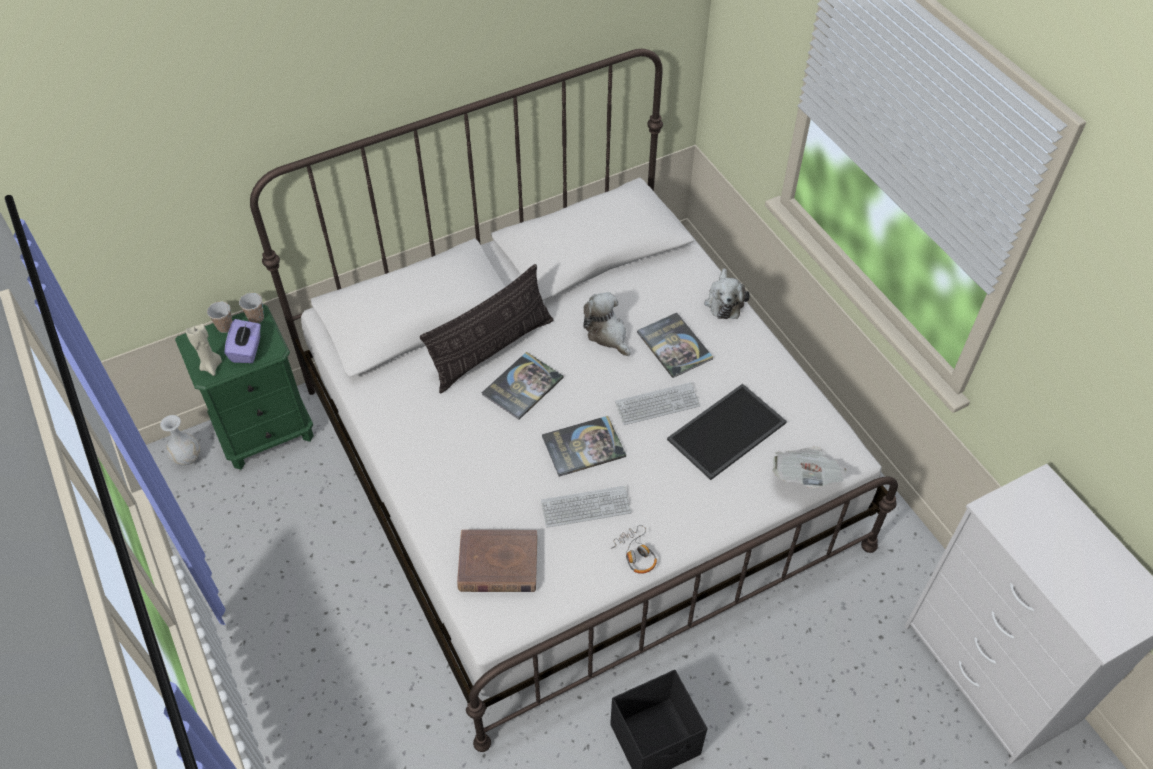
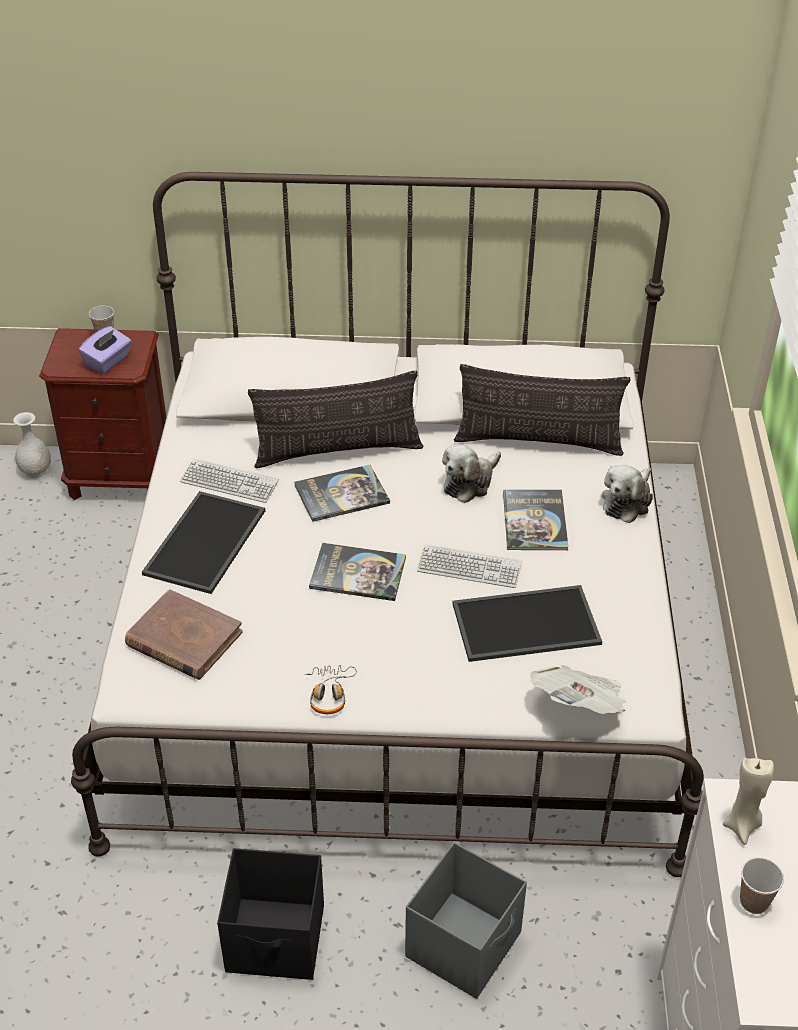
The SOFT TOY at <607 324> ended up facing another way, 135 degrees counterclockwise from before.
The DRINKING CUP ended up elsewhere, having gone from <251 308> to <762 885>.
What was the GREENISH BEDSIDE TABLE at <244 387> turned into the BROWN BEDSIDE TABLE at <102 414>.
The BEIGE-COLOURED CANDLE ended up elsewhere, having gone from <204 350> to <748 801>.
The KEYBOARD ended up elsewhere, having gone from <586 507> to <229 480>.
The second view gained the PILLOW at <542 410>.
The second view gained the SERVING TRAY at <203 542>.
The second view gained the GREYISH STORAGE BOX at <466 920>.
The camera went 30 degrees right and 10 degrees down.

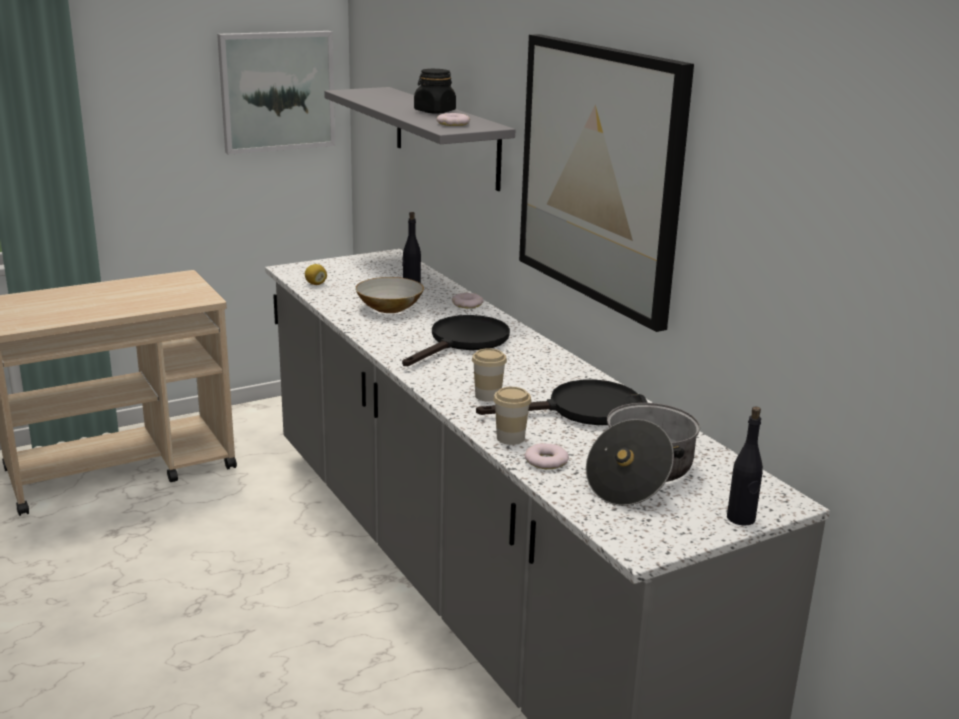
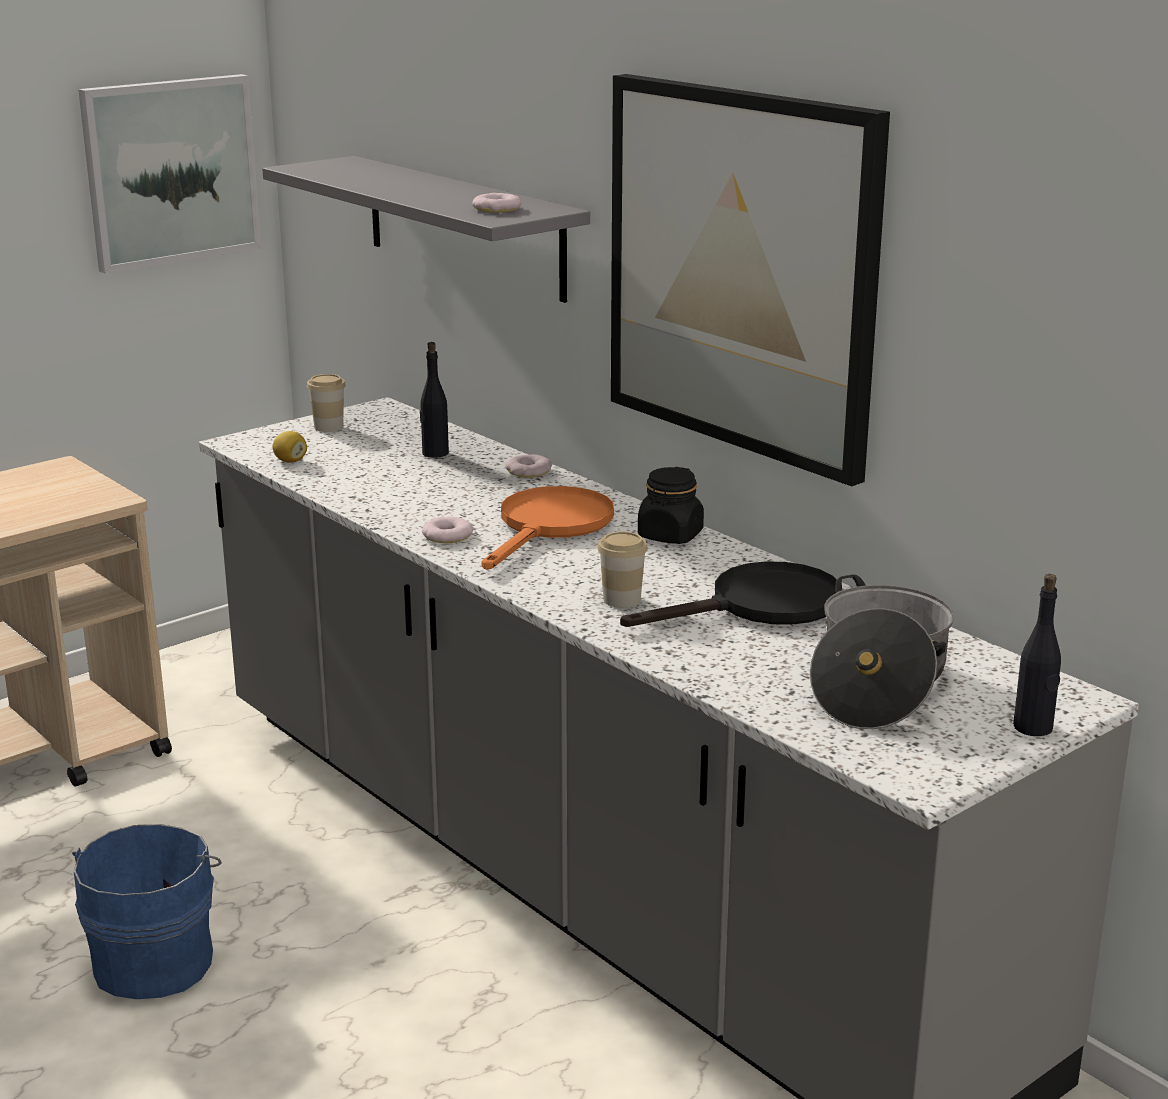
The BLACKISH JAR ended up elsewhere, having gone from <435 91> to <671 505>.
The second view lost the BOWL at <389 295>.
What was the BLACKISH SKILLET at <456 340> turned into the ORANGE-COLOURED SKILLET at <547 527>.
The DRINKING CUP ended up elsewhere, having gone from <512 416> to <326 403>.
The DONUT ended up elsewhere, having gone from <547 456> to <447 530>.
The second view gained the BLUISH PAIL at <147 911>.
The camera went 10 degrees left and 0 degrees up.

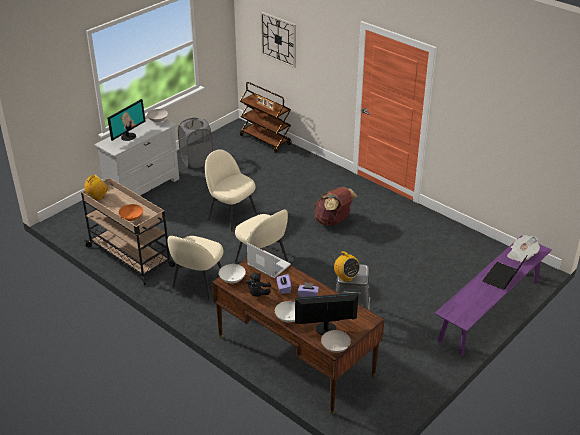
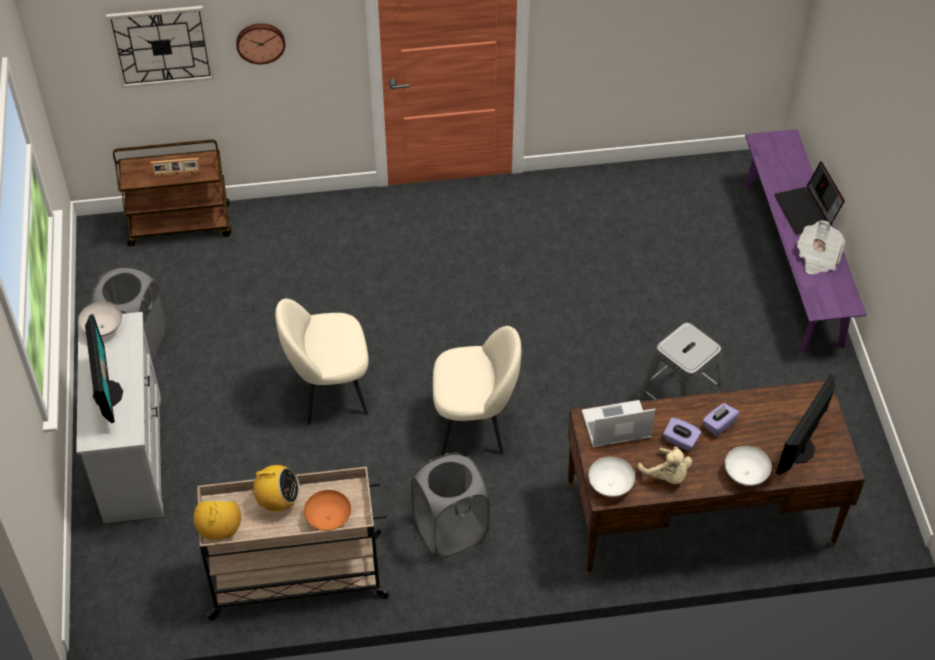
The second view lost the BROWN BACKPACK at <335 206>.
The PRINTED PAPER ended up elsewhere, having gone from <523 249> to <821 247>.
Where the BEIGE-COLOURED UPRIGHT CHAIR stood at <195 268>, the GREYISH LAUNDRY BASKET came to stand at <450 505>.
The RADIO ended up elsewhere, having gone from <346 266> to <274 488>.
What was the BLACKISH SOFT TOY at <258 285> turned into the BEIGE-COLOURED SOFT TOY at <665 465>.
The second view lost the WHITE BOWL at <336 341>.
The second view gained the WALL CLOCK at <260 43>.
The camera went 50 degrees left and 15 degrees up.

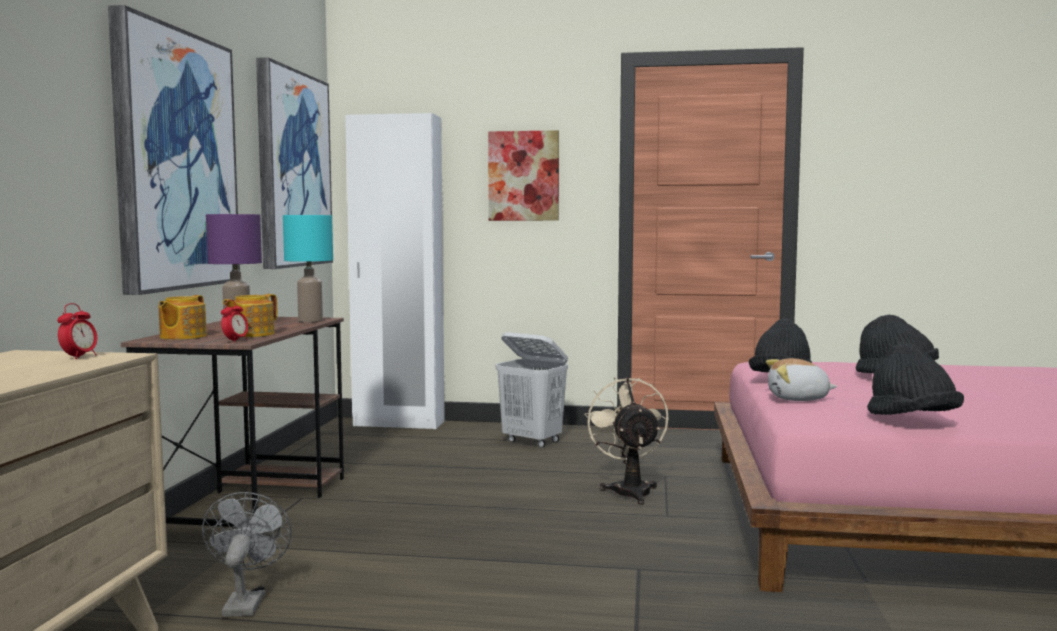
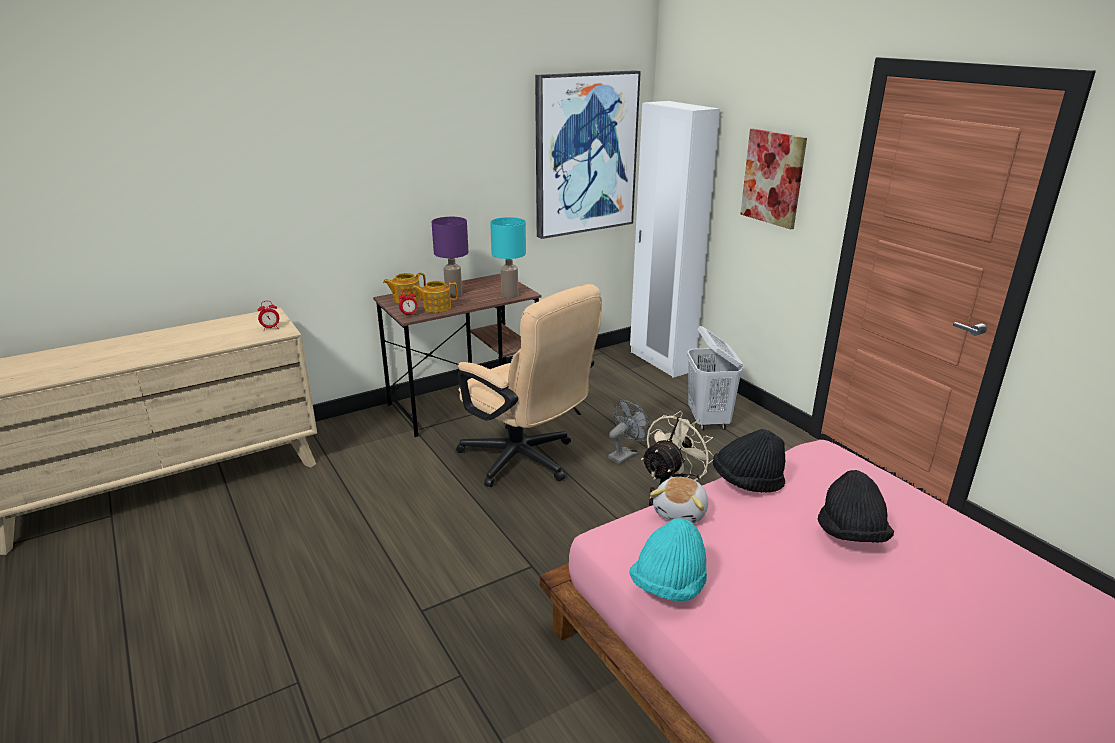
The second view lost the PICTURE at <174 150>.
What was the BLACKISH WEARABLE HAT at <915 379> turned into the TURQUOISE-COLOURED WEARABLE HAT at <668 559>.
The SOFT TOY at <801 379> ended up facing another way, 120 degrees counterclockwise from before.
The GREYISH COOLING FAN ended up elsewhere, having gone from <247 554> to <629 432>.
The second view gained the BEIGE-COLOURED COMPUTER CHAIR at <529 385>.
The camera went 50 degrees right and 20 degrees up.

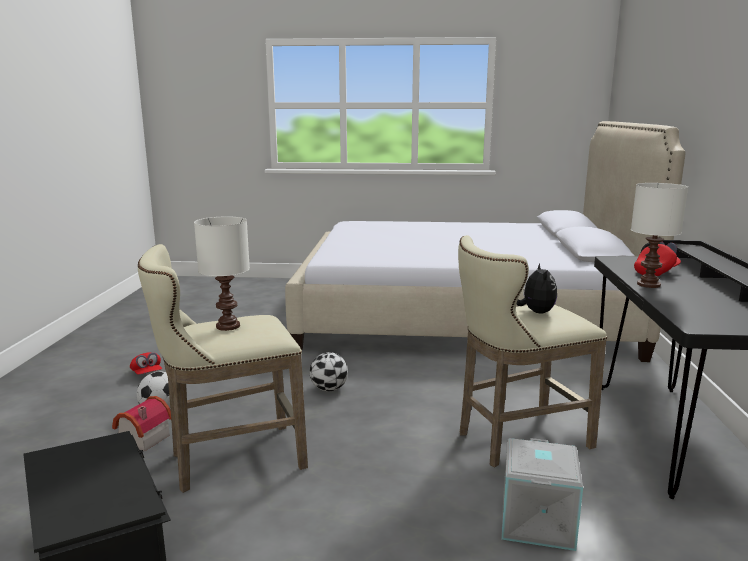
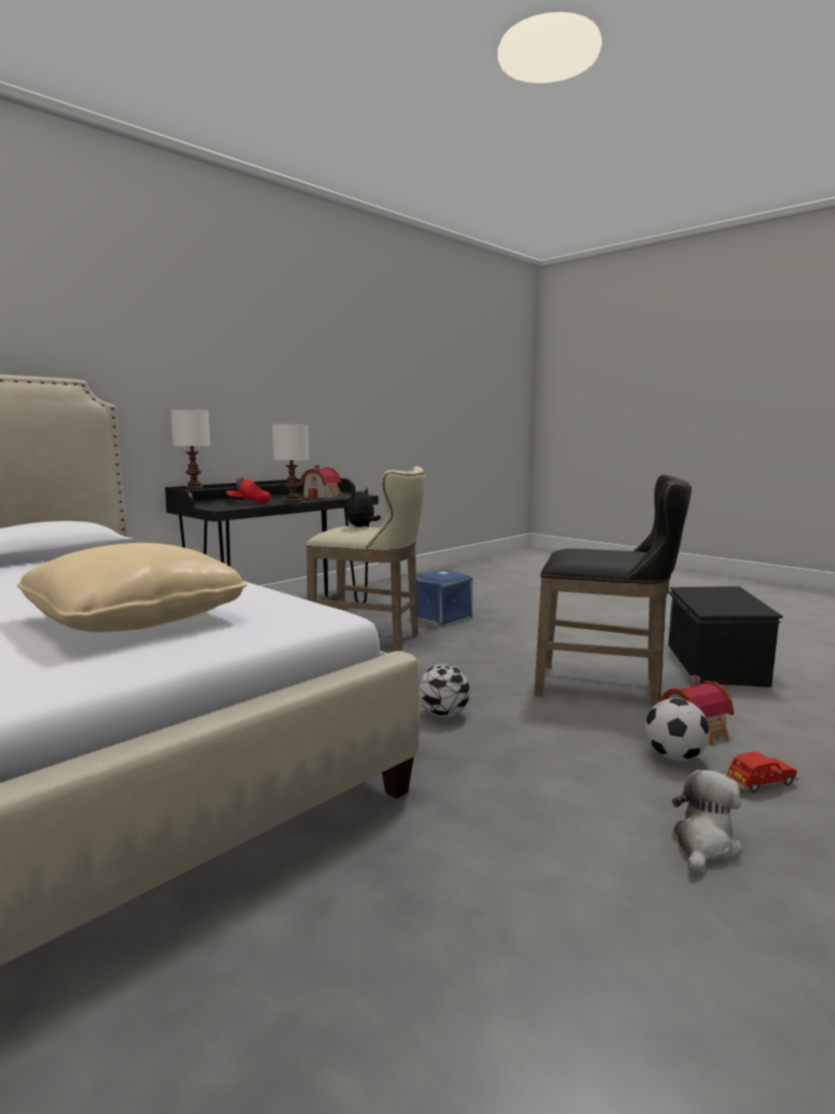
The WHITE TABLETOP LAMP ended up elsewhere, having gone from <222 273> to <190 449>.
What was the BEIGE-COLOURED STOOL SEAT at <223 368> turned into the BLACKISH STOOL SEAT at <613 590>.
Where the RED-COLOURED PEAKED CAP stood at <146 363>, the SOFT TOY came to stand at <707 822>.
What was the GREYISH STORAGE BOX at <542 494> turned into the BLUISH STORAGE BOX at <444 598>.
The second view gained the MINIATURE HOUSE at <321 482>.
The second view gained the BEIGE-COLOURED PILLOW at <132 587>.
The second view gained the RED-COLOURED MODEL CAR at <761 772>.
The camera went 140 degrees left and 5 degrees down.

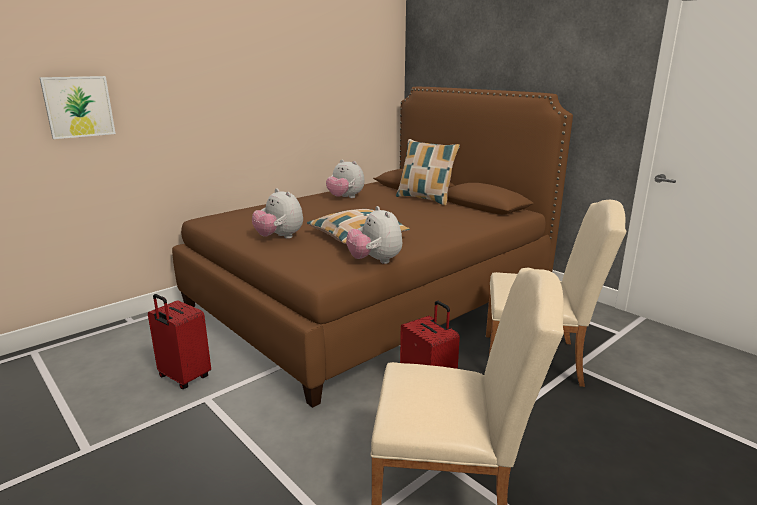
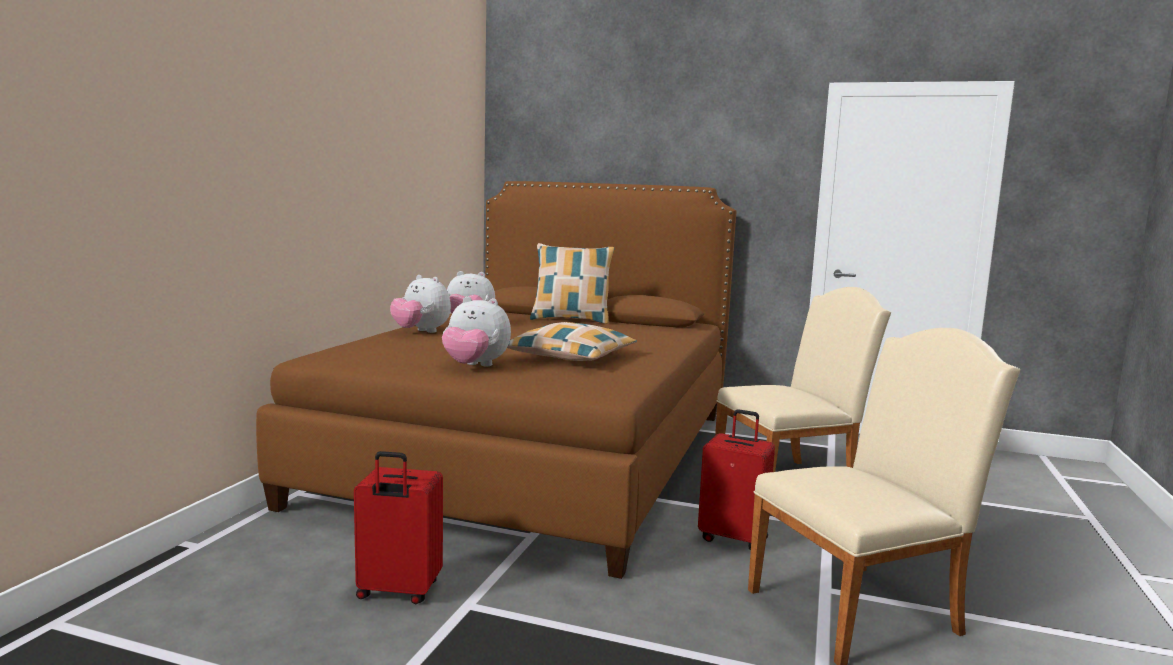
The second view lost the PICTURE at <77 107>.
The SOFT TOY ended up elsewhere, having gone from <374 235> to <420 304>.
The camera went 30 degrees left and 10 degrees down.

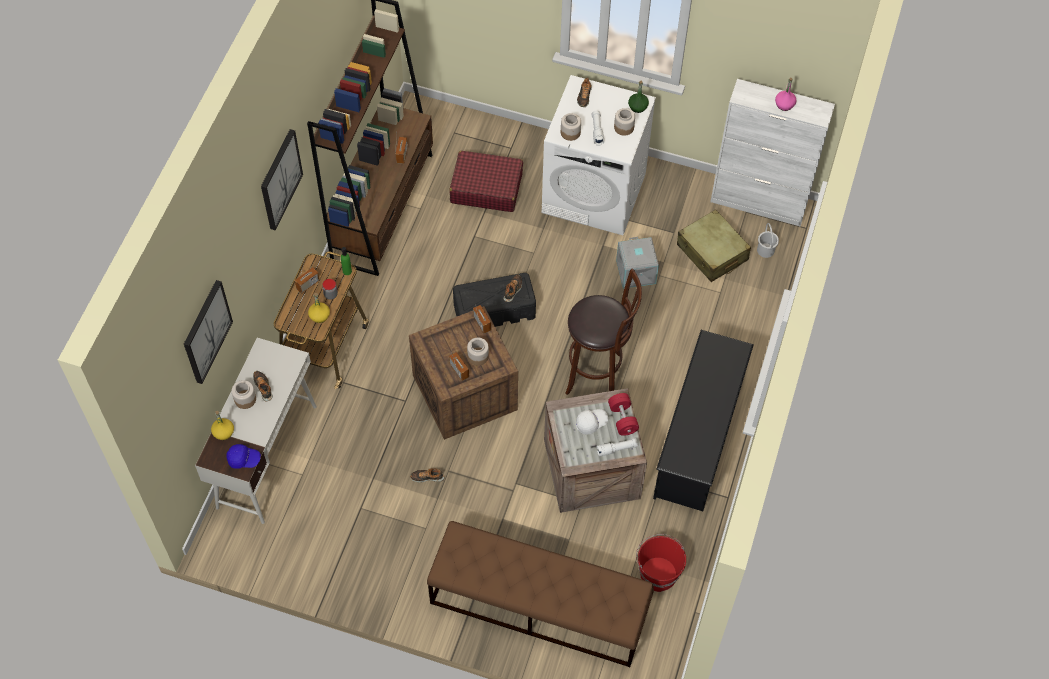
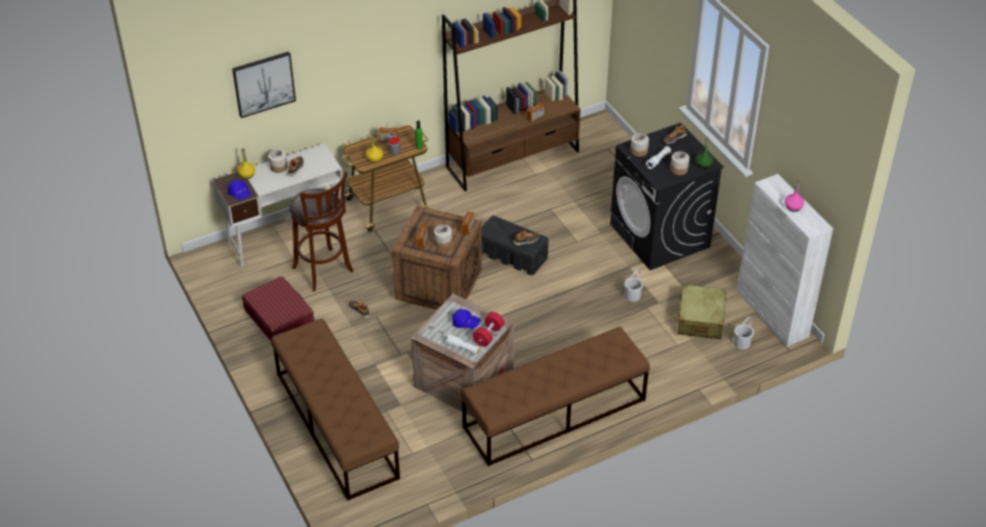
What was the WHITE LAUNDRY APPLIANCE at <599 155> turned into the BLACKISH LAUNDRY APPLIANCE at <667 196>.
The second view lost the PICTURE at <282 180>.
The RED-COLOURED TRAVEL CASE ended up elsewhere, having gone from <486 181> to <278 308>.
Where the GREYISH STORAGE BOX stood at <637 263>, the WHITE PAIL came to stand at <633 285>.
The BROWN STOOL SEAT ended up elsewhere, having gone from <604 331> to <321 231>.
Where the BLACKISH SHOE STAND stood at <703 420>, the BROWN BENCH came to stand at <555 396>.
What was the WHITE PEAKED CAP at <592 422> turned into the BLUISH PEAKED CAP at <466 319>.
The second view lost the RED-COLOURED PAIL at <661 563>.
The camera went 45 degrees right and 15 degrees down.

